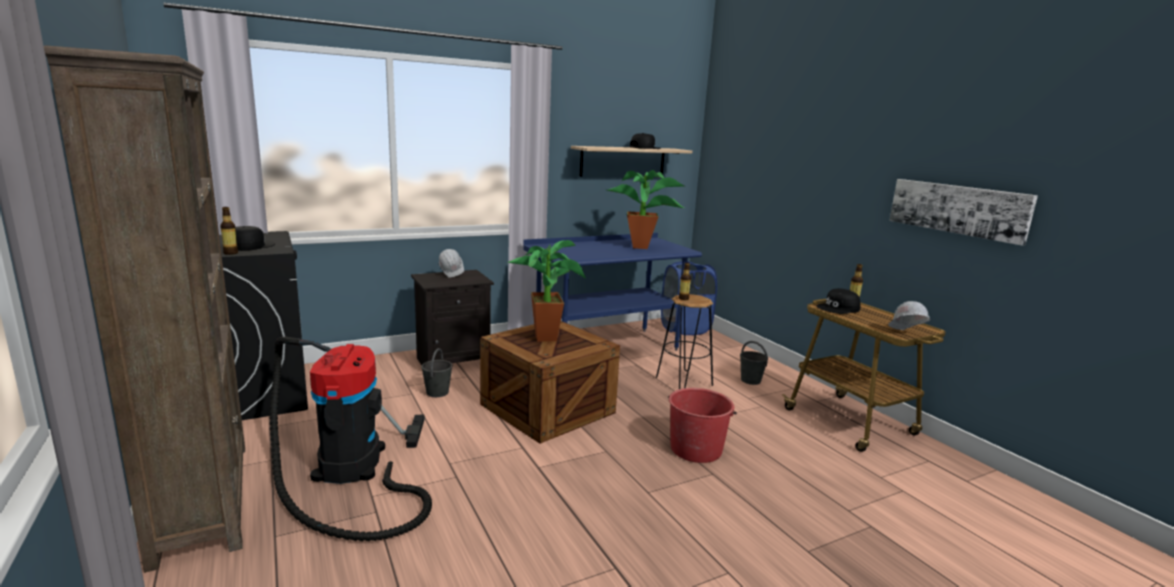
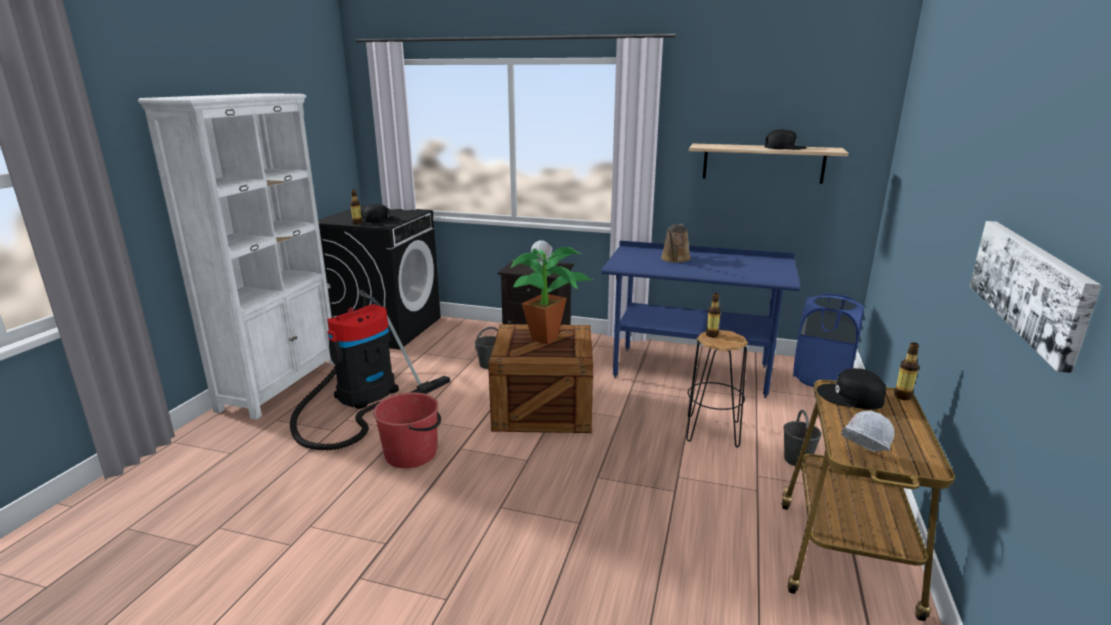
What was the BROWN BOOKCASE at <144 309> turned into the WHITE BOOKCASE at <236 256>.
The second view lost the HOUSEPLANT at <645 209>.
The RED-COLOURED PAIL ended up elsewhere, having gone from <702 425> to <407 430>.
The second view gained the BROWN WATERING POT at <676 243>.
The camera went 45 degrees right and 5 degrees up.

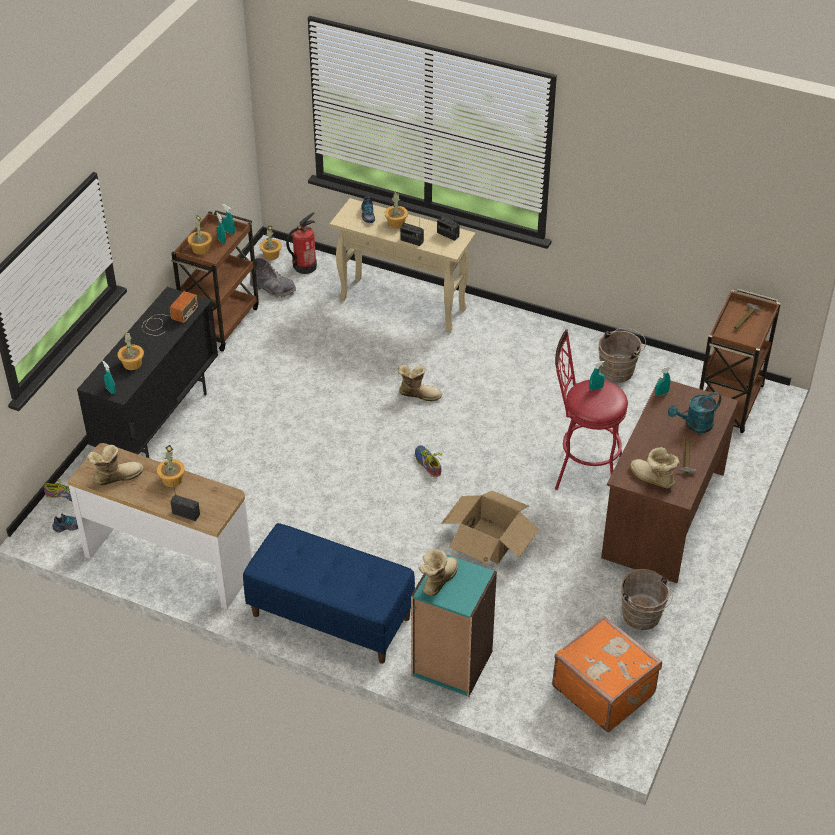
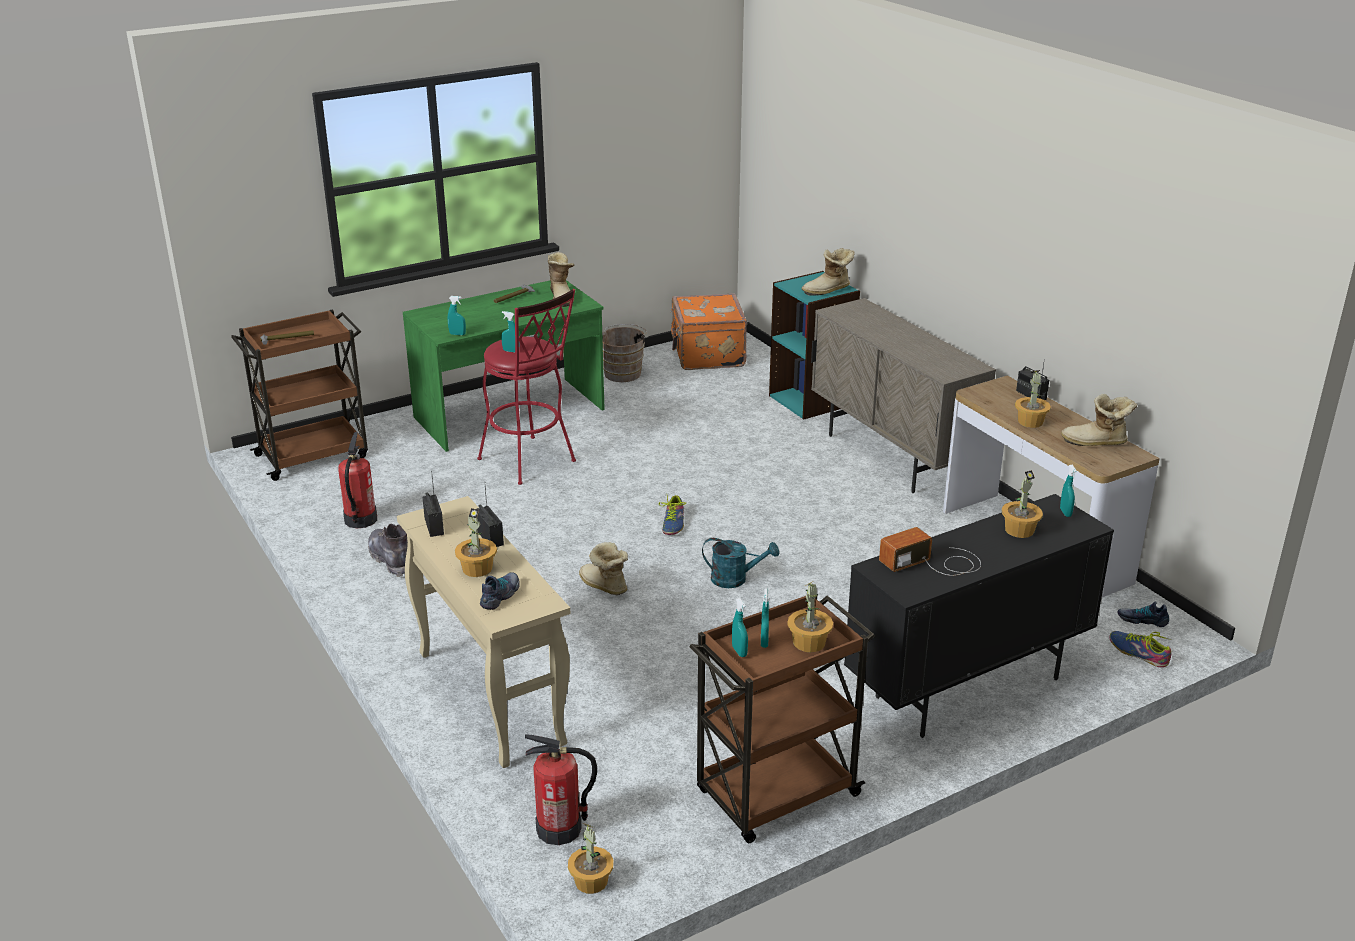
The GREYISH TALL BOOT ended up elsewhere, having gone from <273 278> to <388 550>.
Where the BROWN PAIL stood at <622 355>, the FIRE EXTINGUISHER came to stand at <357 480>.
What was the BROWN DESK UNIT at <669 480> turned into the GREENISH DESK UNIT at <504 366>.
The TURQUOISE-COLOURED WATERING POT ended up elsewhere, having gone from <694 412> to <740 563>.
The second view lost the CARDBOARD BOX at <490 527>.
Where the BLUISH BENCH stood at <329 593>, the BEIGE-COLOURED STORAGE CABINET came to stand at <903 395>.
The camera went 145 degrees left and 15 degrees down.

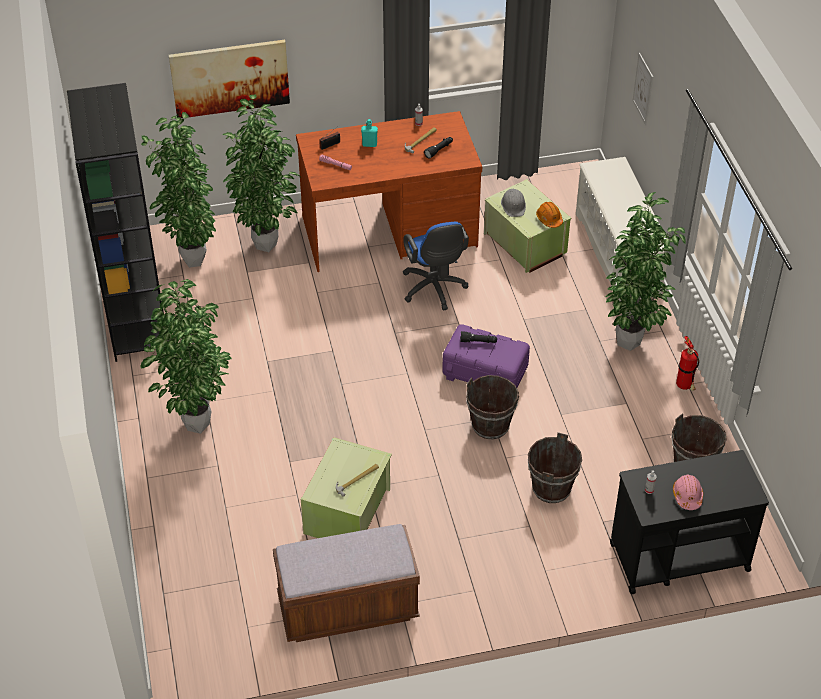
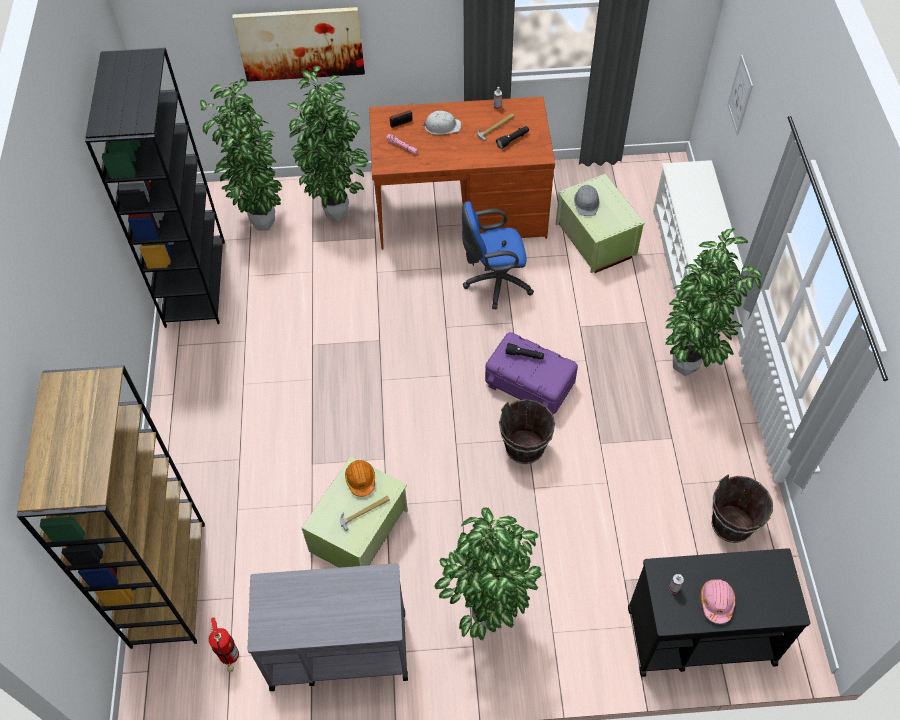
Where the TURQUOISE-COLOURED BOTTLE stood at <369 133>, the WHITE SAFETY HELMET came to stand at <441 123>.
The ORANGE-COLOURED SAFETY HELMET ended up elsewhere, having gone from <549 215> to <360 478>.
The BLUISH COMPUTER CHAIR at <435 266> ended up facing another way, 90 degrees clockwise from before.
The HOUSEPLANT ended up elsewhere, having gone from <186 356> to <488 574>.
The FIRE EXTINGUISHER ended up elsewhere, having gone from <687 363> to <224 644>.
The second view lost the BROWN PAIL at <555 467>.
Where the BROWN BENCH stood at <346 583>, the GREYISH CART came to stand at <327 627>.
The second view gained the BROWN BOOKCASE at <111 507>.
The camera went 10 degrees right and 10 degrees up.

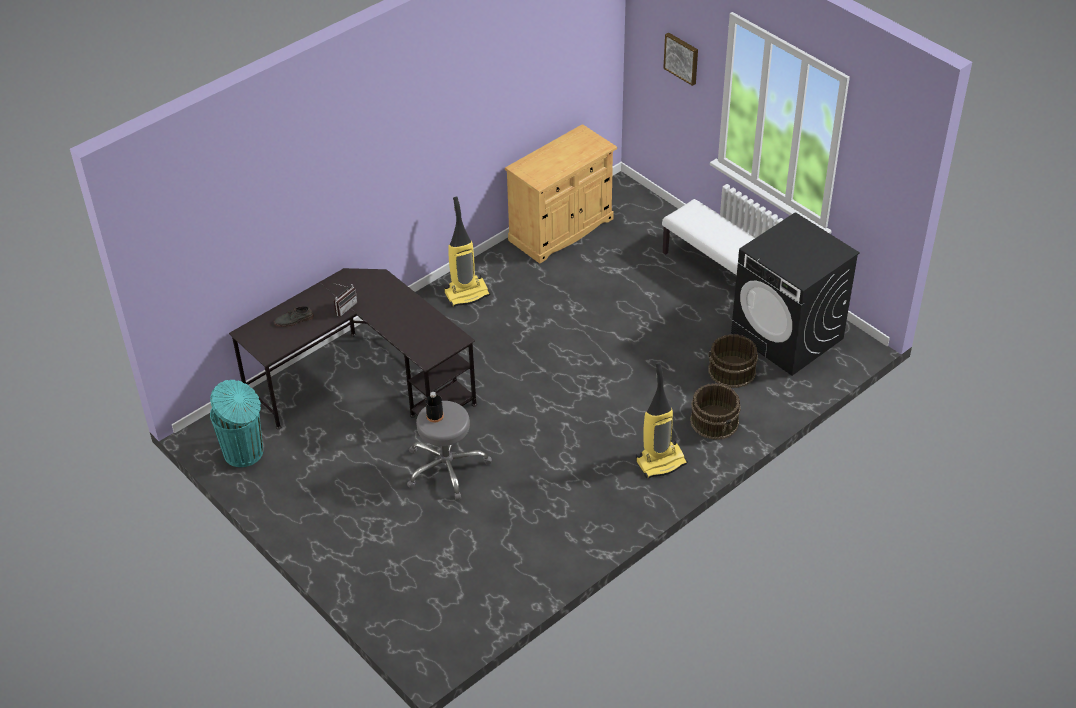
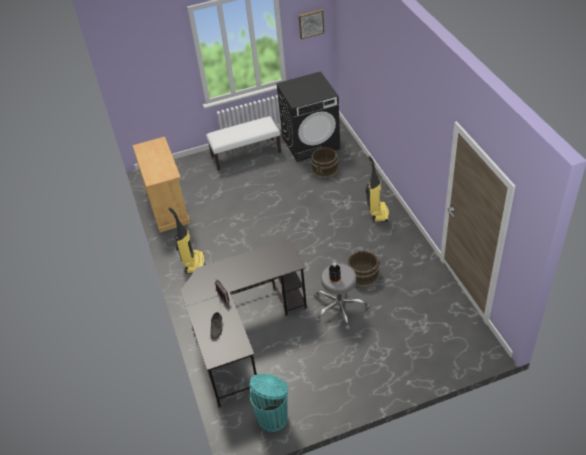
The PICTURE ended up elsewhere, having gone from <680 59> to <311 24>.
The BROWN PAIL ended up elsewhere, having gone from <715 411> to <363 268>.
The camera went 65 degrees left and 0 degrees up.

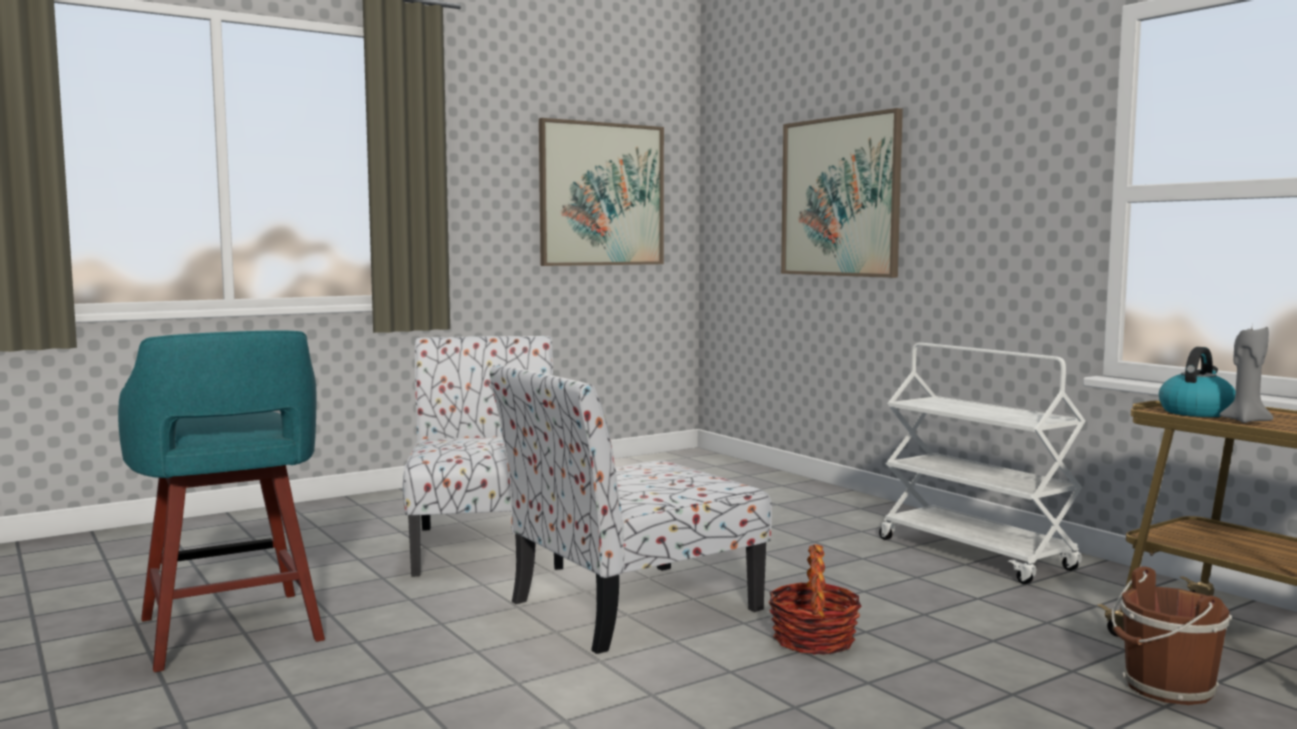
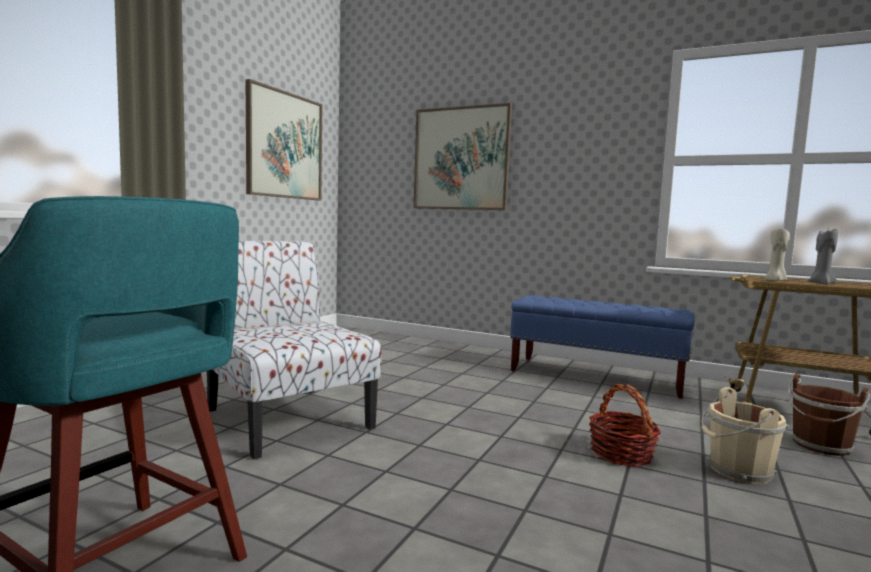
Where the WHITE CART stood at <982 463>, the BLUISH BENCH came to stand at <602 347>.
Where the KETTLE stood at <1197 382>, the BEIGE-COLOURED CANDLE came to stand at <777 255>.
The second view lost the UPRIGHT CHAIR at <630 509>.
The second view gained the BEIGE-COLOURED PAIL at <745 435>.
The camera went 30 degrees left and 0 degrees up.

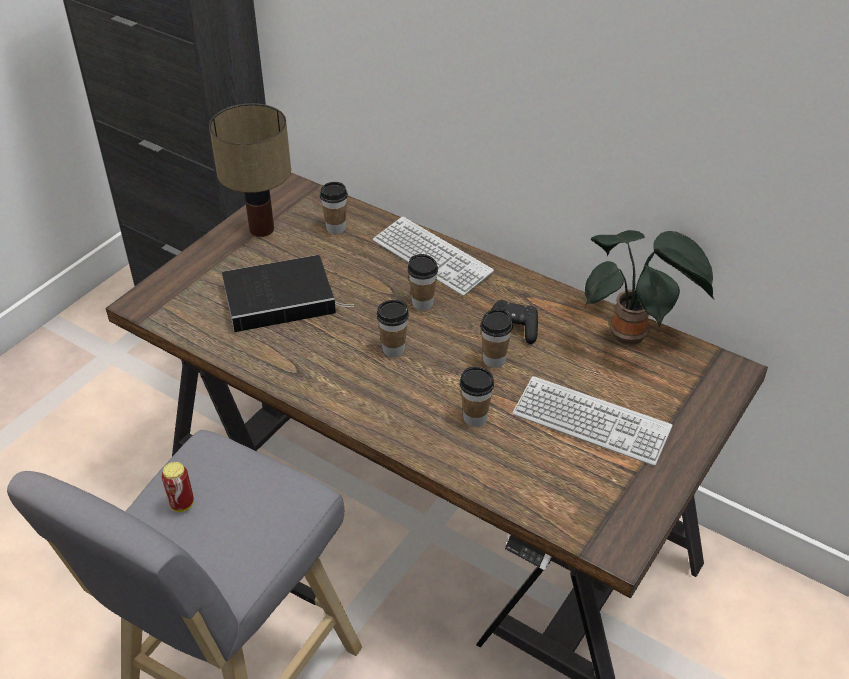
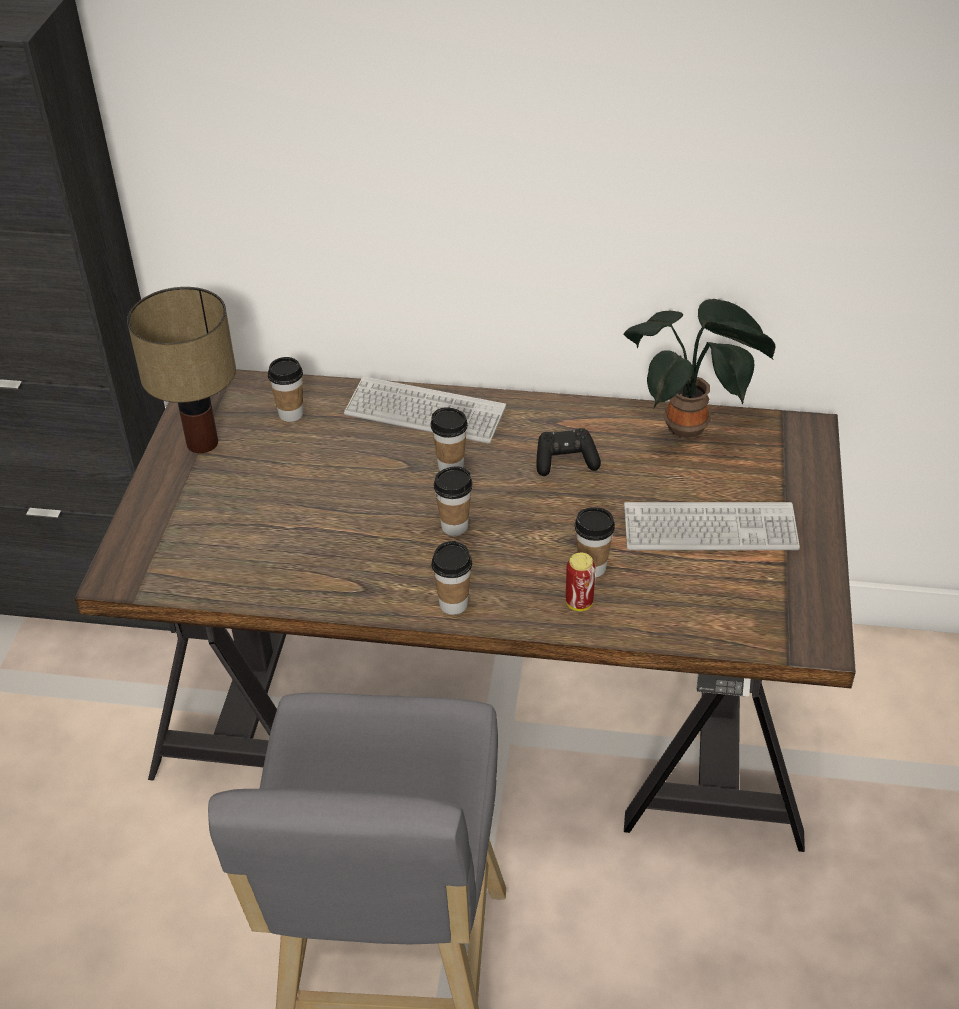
The second view lost the VOLUME at <288 293>.
The DRINKING CUP ended up elsewhere, having gone from <496 338> to <451 578>.
The METAL CAN ended up elsewhere, having gone from <178 487> to <580 582>.
The camera went 25 degrees left and 0 degrees up.

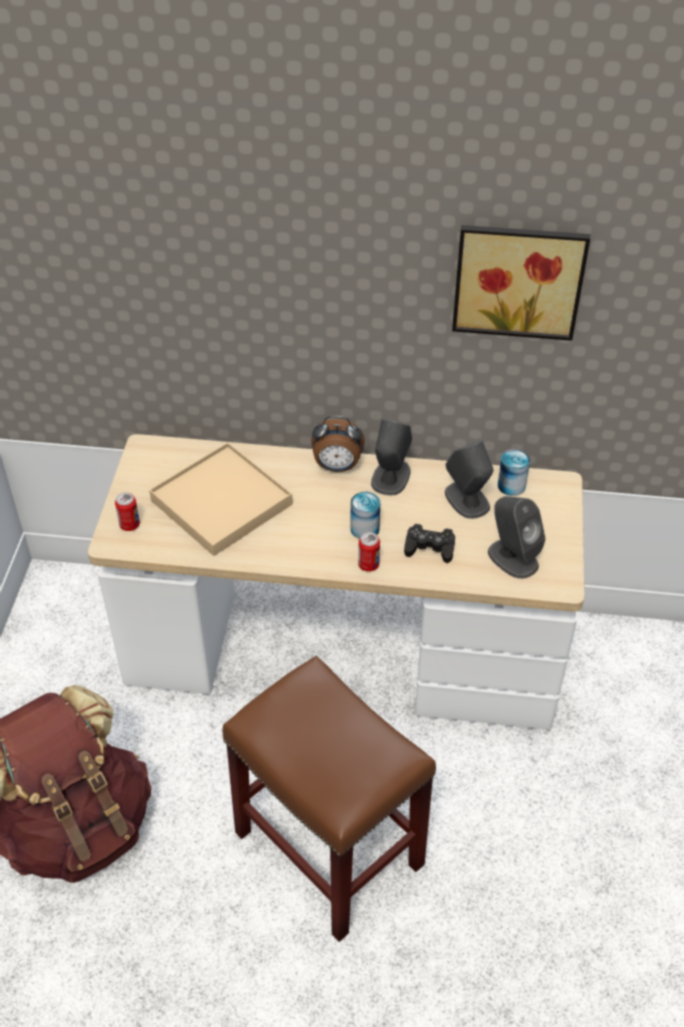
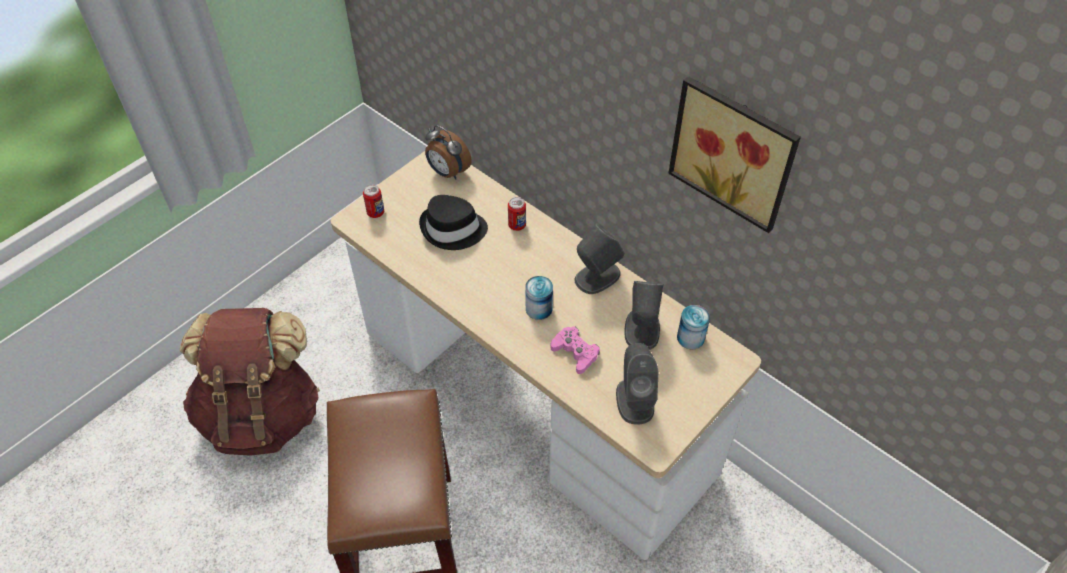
The BEDSIDE CLOCK ended up elsewhere, having gone from <338 444> to <448 152>.
Where the BEIGE-COLOURED SERVING TRAY stood at <221 499>, the BLACKISH WEARABLE HAT came to stand at <453 222>.
What was the BLACKISH GAME CONTROLLER at <429 543> turned into the PINKISH GAME CONTROLLER at <575 350>.
The METAL CAN ended up elsewhere, having gone from <369 552> to <517 214>.
The camera went 35 degrees right and 5 degrees up.

